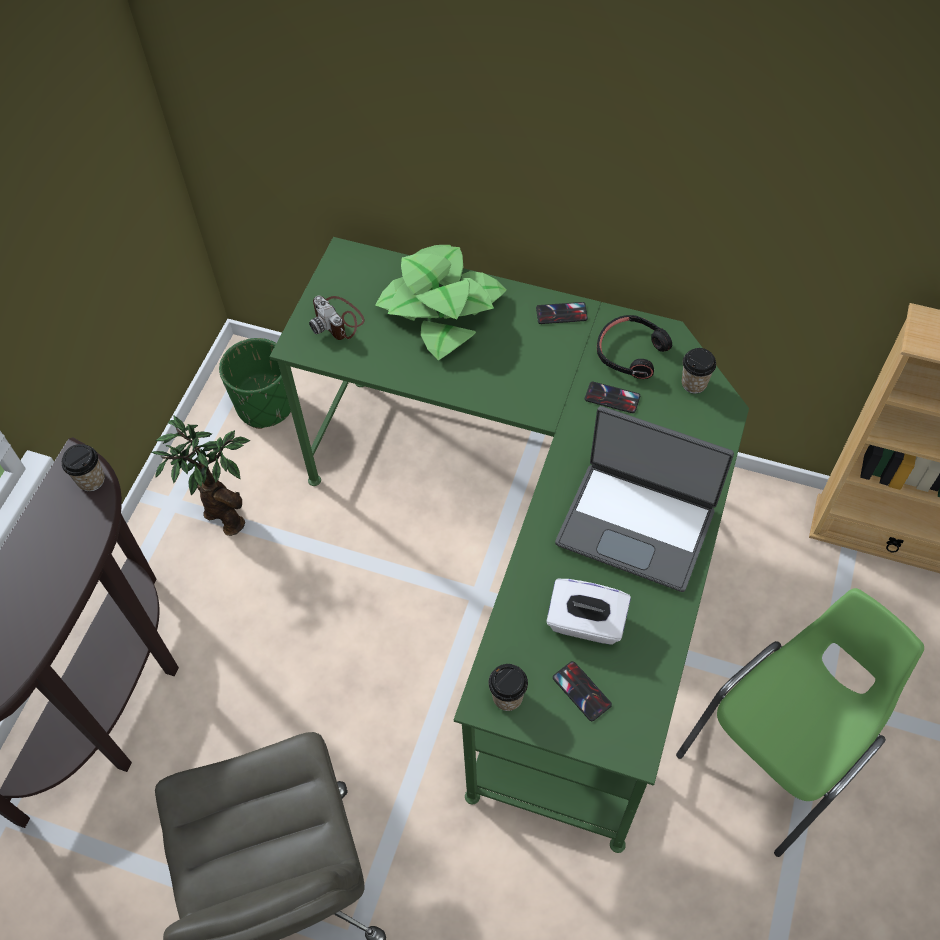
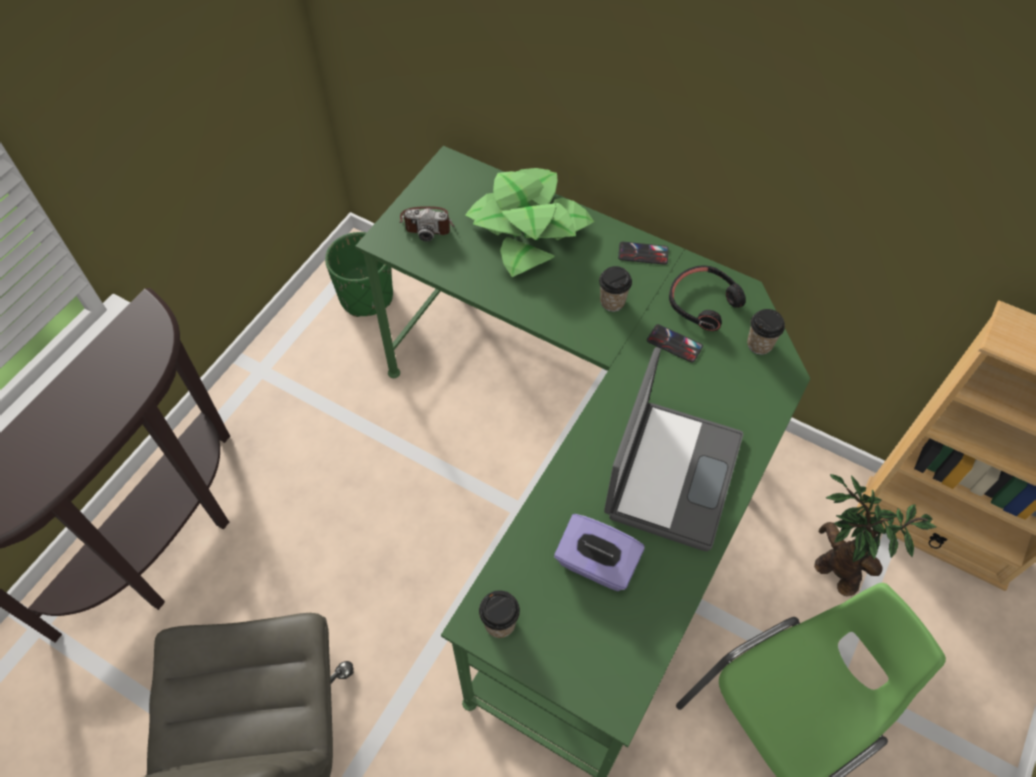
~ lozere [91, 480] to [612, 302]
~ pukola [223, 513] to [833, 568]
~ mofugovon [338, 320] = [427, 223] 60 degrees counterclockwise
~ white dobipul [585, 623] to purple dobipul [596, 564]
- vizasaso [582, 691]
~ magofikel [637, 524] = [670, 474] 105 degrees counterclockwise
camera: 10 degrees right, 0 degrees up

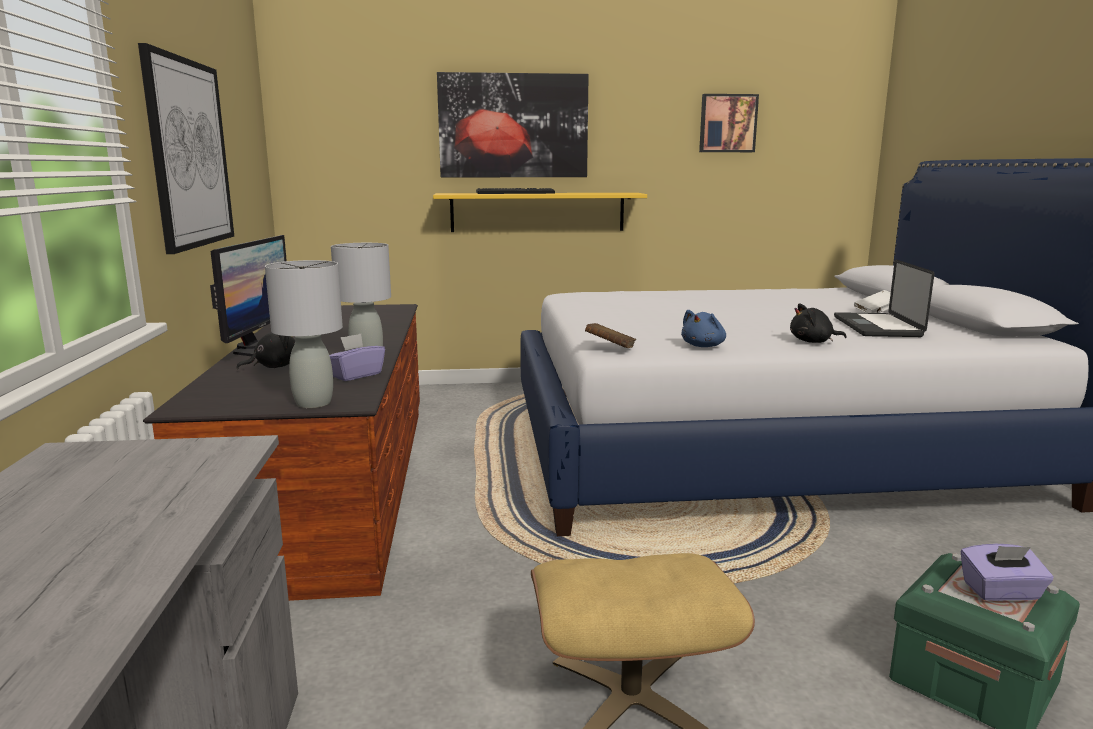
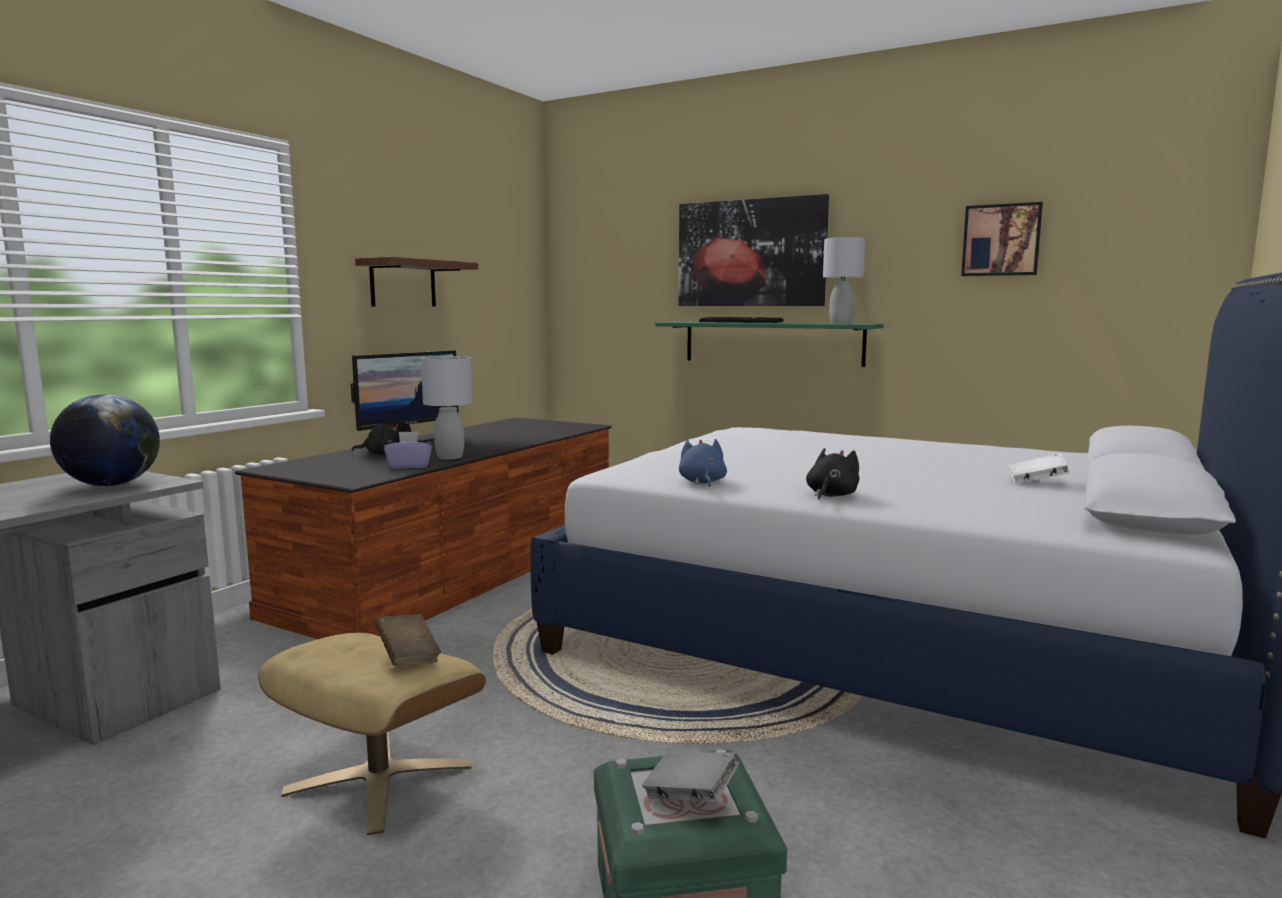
~ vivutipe [189, 154] to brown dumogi [403, 283]
~ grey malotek [314, 403] to [841, 323]
~ yellow dumogi [537, 212] to green dumogi [772, 343]
~ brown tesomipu [610, 348] to [408, 656]
~ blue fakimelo [704, 346] = [702, 482] 105 degrees clockwise
~ black fakimelo [813, 342] = [831, 495] 90 degrees clockwise
- magofikel [877, 327]
~ purple dobipul [1001, 592] to grey tesomipu [690, 796]
+ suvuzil [111, 485]
camera: 35 degrees right, 5 degrees down

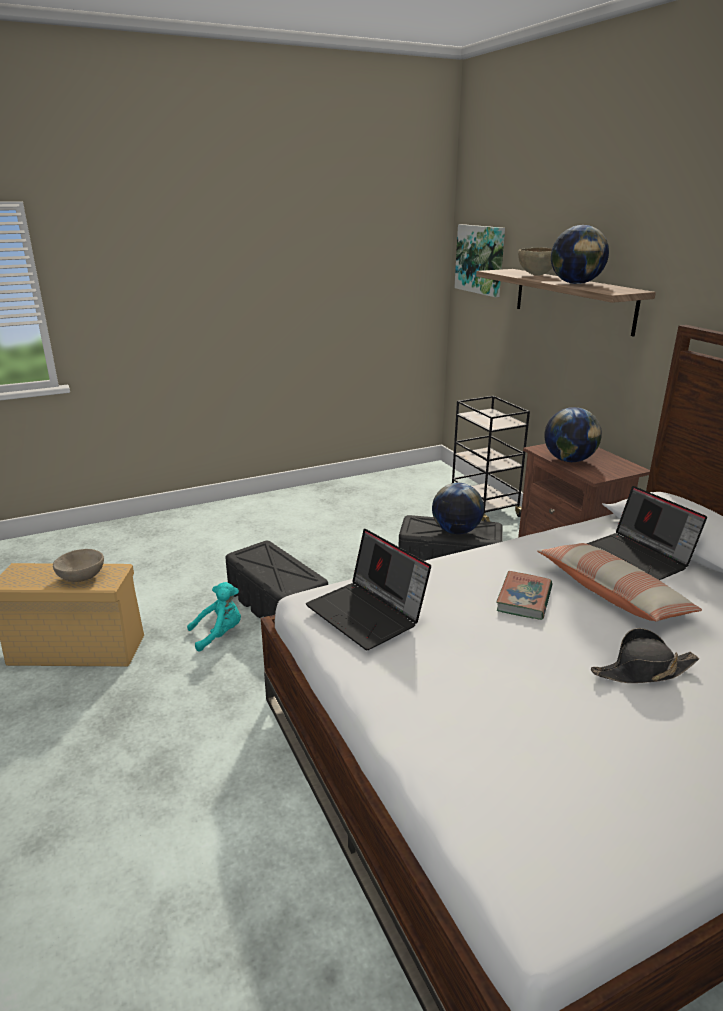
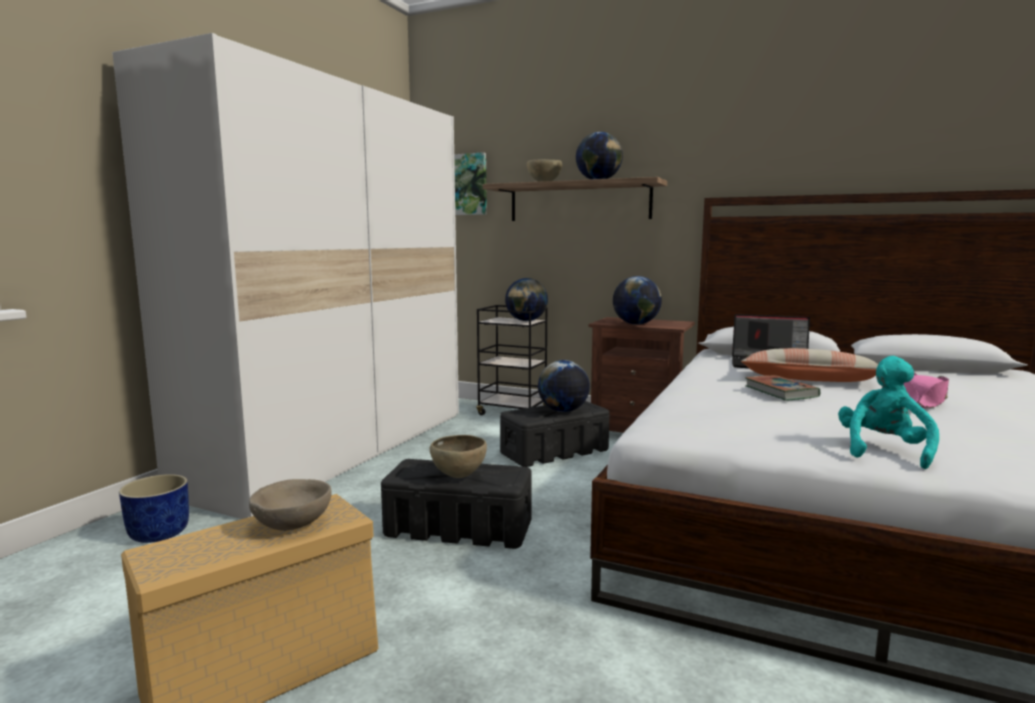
~ turquoise fakimelo [219, 634] to [883, 451]
- magofikel [368, 614]
~ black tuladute [643, 671] to pink tuladute [922, 401]
+ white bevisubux [338, 450]
+ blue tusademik [160, 534]
+ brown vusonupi [459, 476]
+ suvuzil [526, 321]
camera: 40 degrees left, 15 degrees down

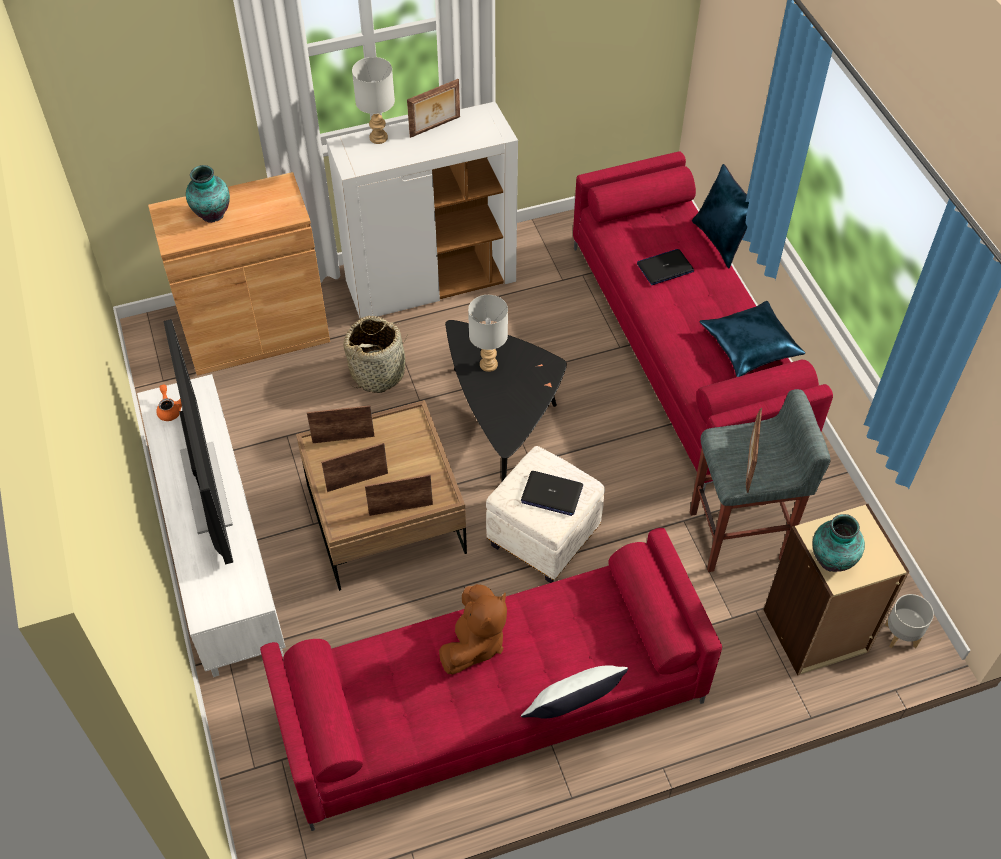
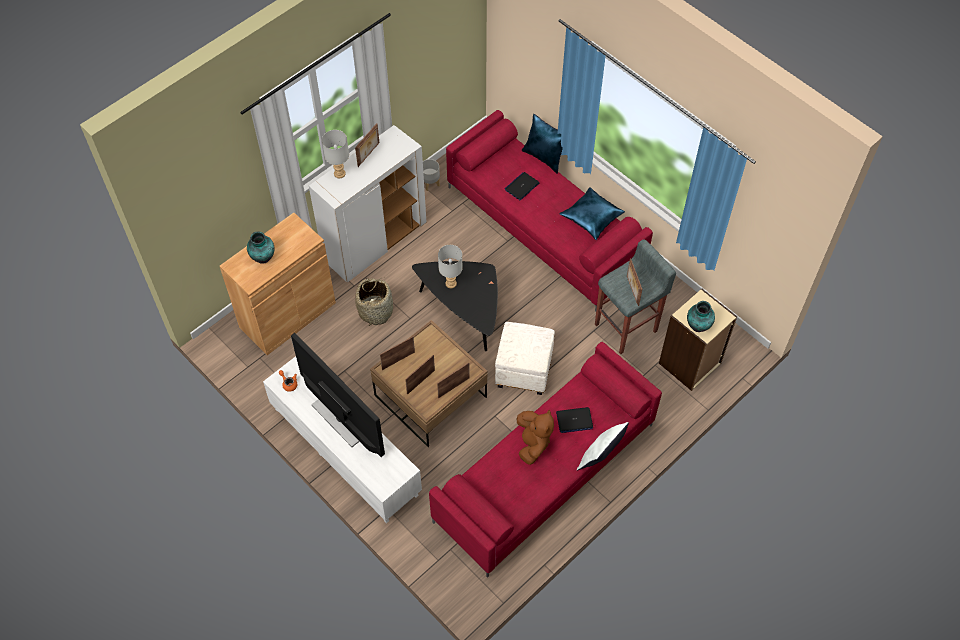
~ magofikel [551, 494] to [574, 420]
~ grey tusademik [901, 635] to [430, 183]
camera: 25 degrees left, 5 degrees up

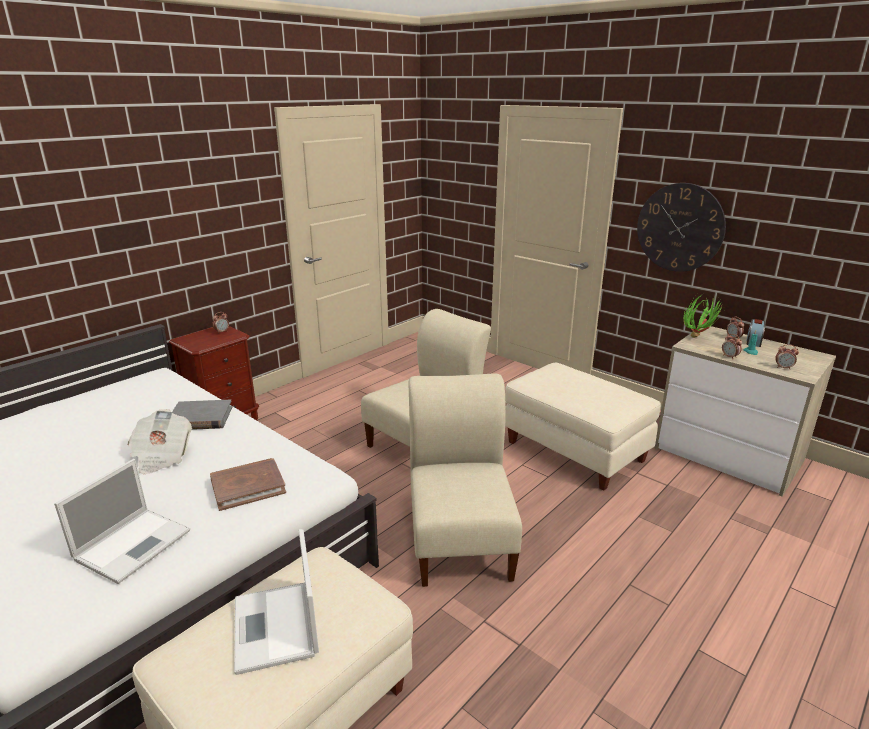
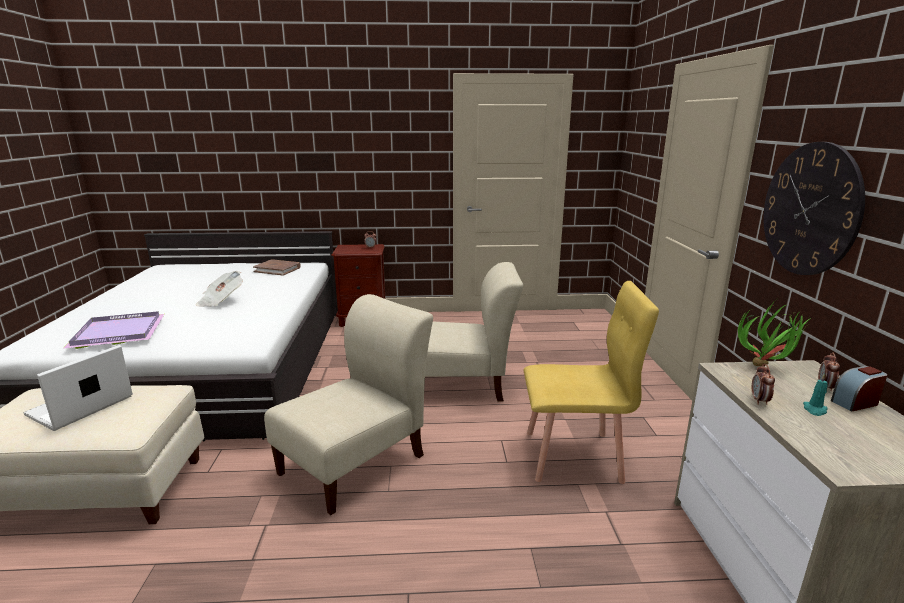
~ magofikel [134, 543] to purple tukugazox [120, 332]
- grey tesomipu [200, 418]
~ brown tesomipu [248, 486] to [277, 269]
~ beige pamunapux [575, 451] to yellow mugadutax [574, 456]
- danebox [783, 368]
camera: 45 degrees right, 5 degrees down

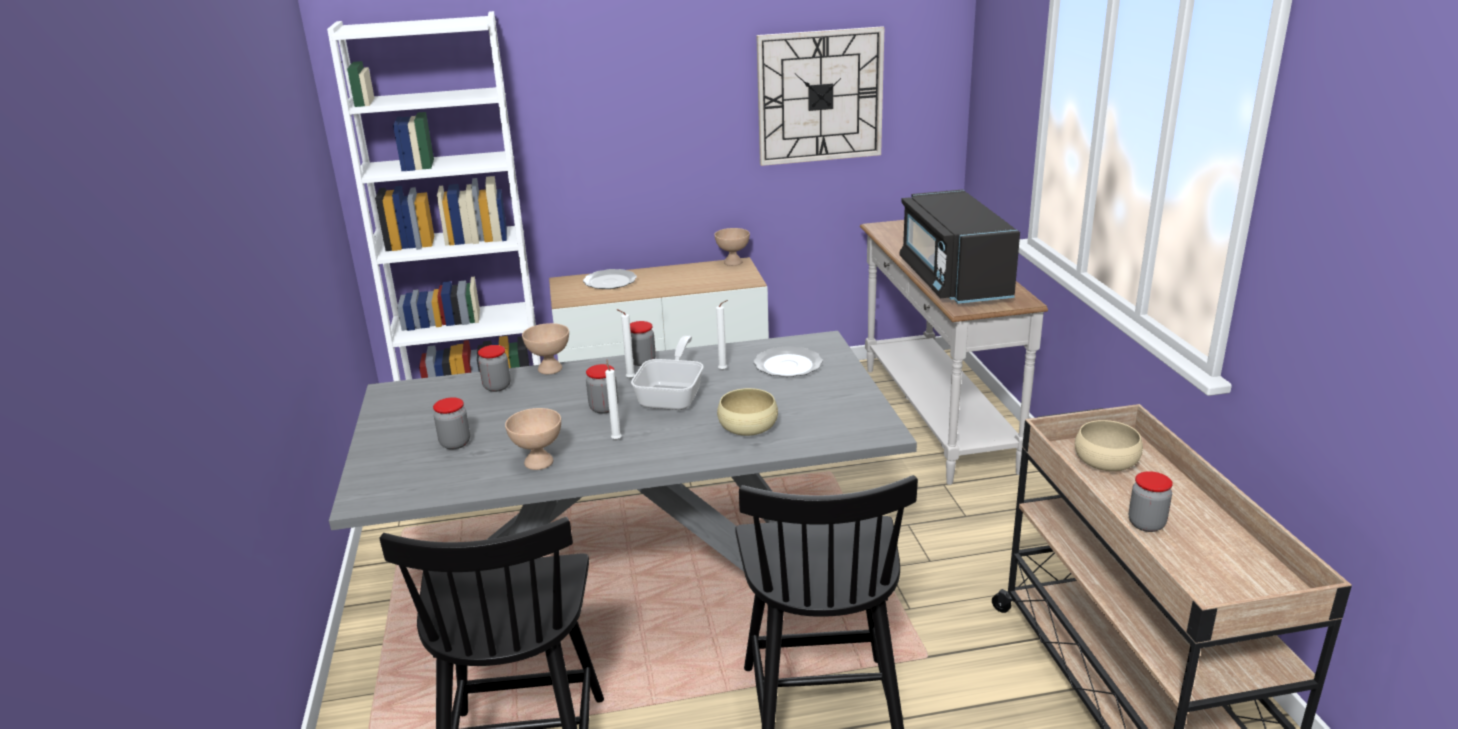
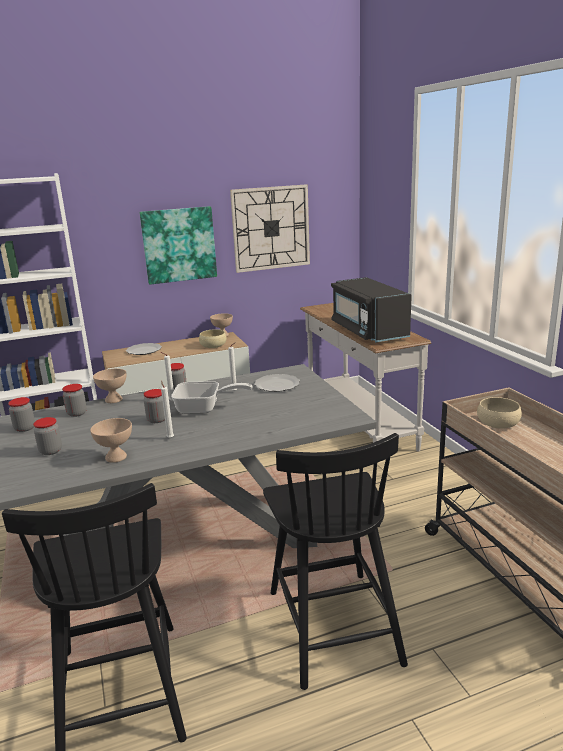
~ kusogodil [673, 395] = [204, 408] 90 degrees clockwise
~ beige vusonupi [747, 427] to [213, 346]
~ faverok [1146, 524] to [25, 428]
+ vivutipe [179, 245]
camera: 10 degrees left, 5 degrees down

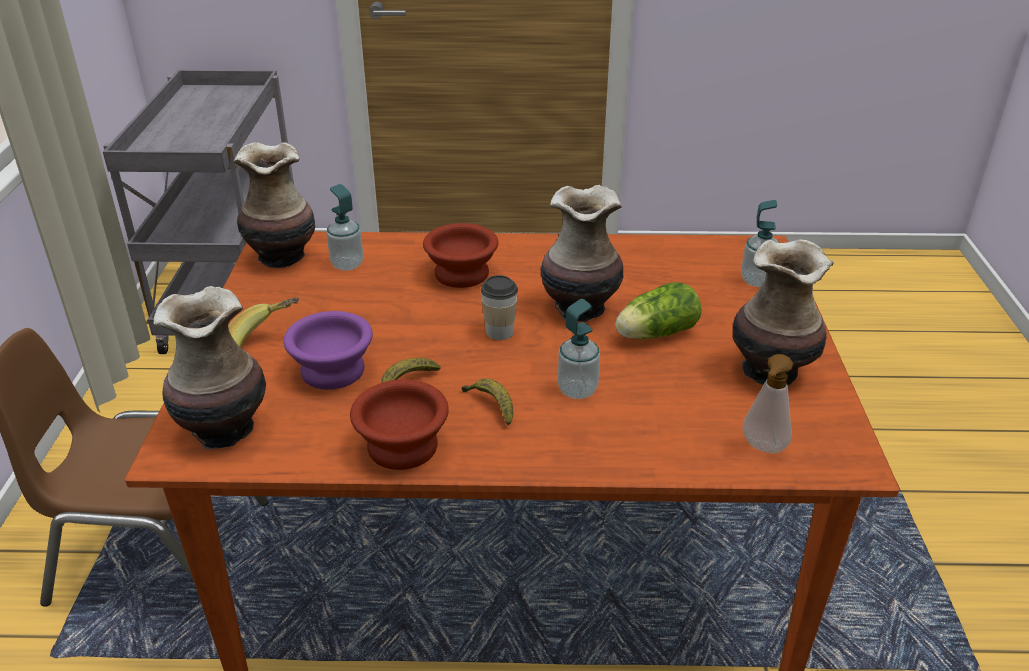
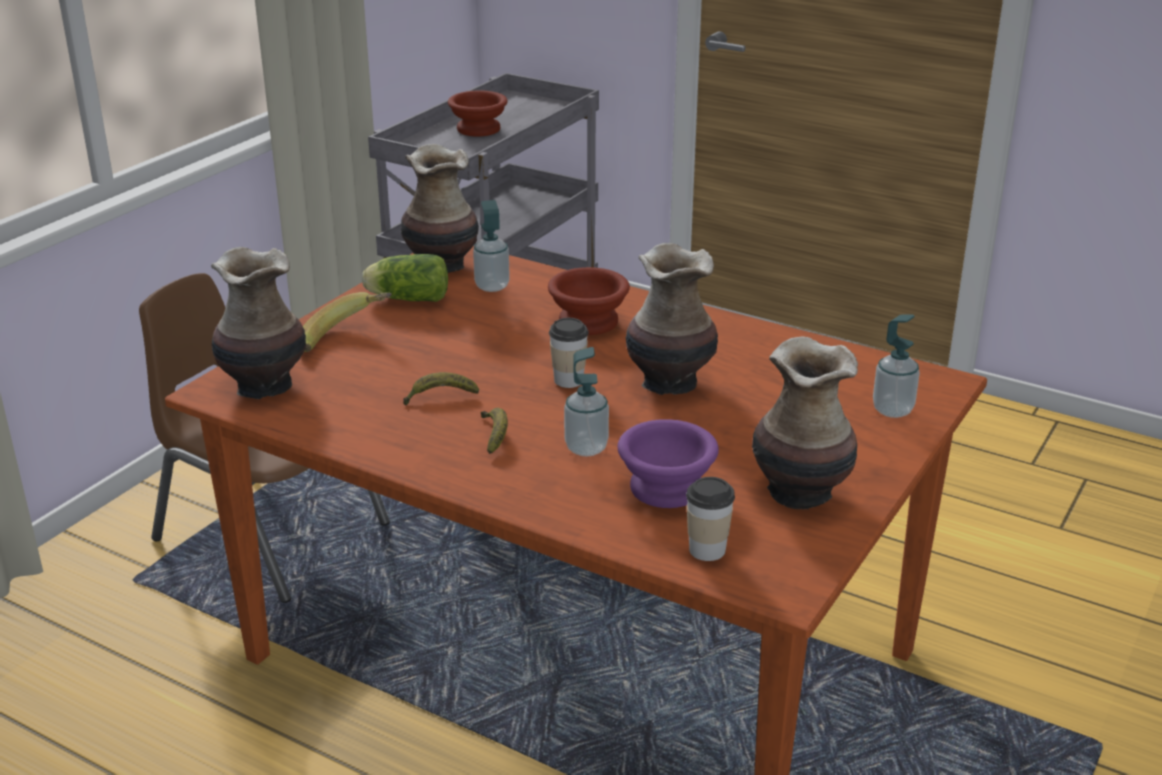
~ purple vusonupi [334, 369] to [668, 487]
~ brown vusonupi [404, 445] to [480, 129]
~ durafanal [654, 334] to [406, 299]
~ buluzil [762, 448] to lozere [707, 550]
camera: 30 degrees right, 5 degrees down

